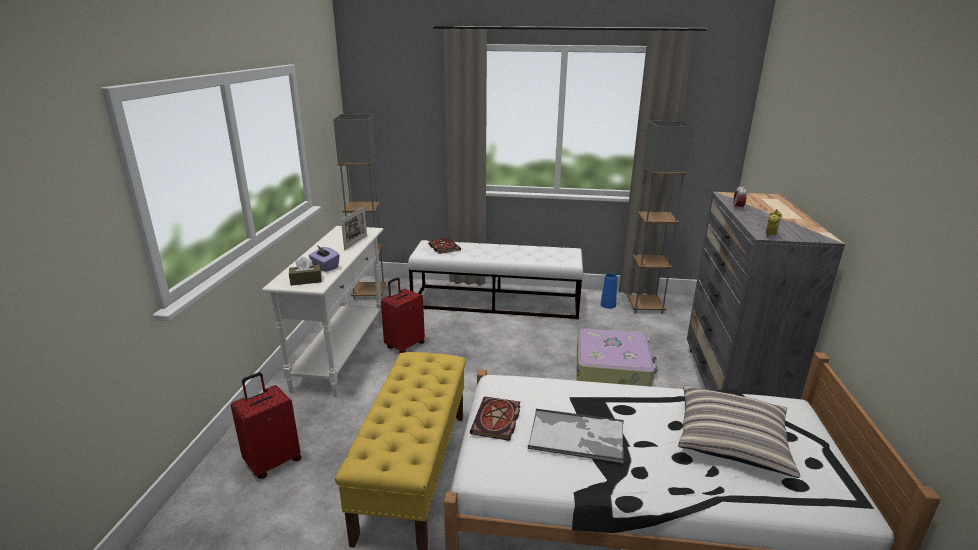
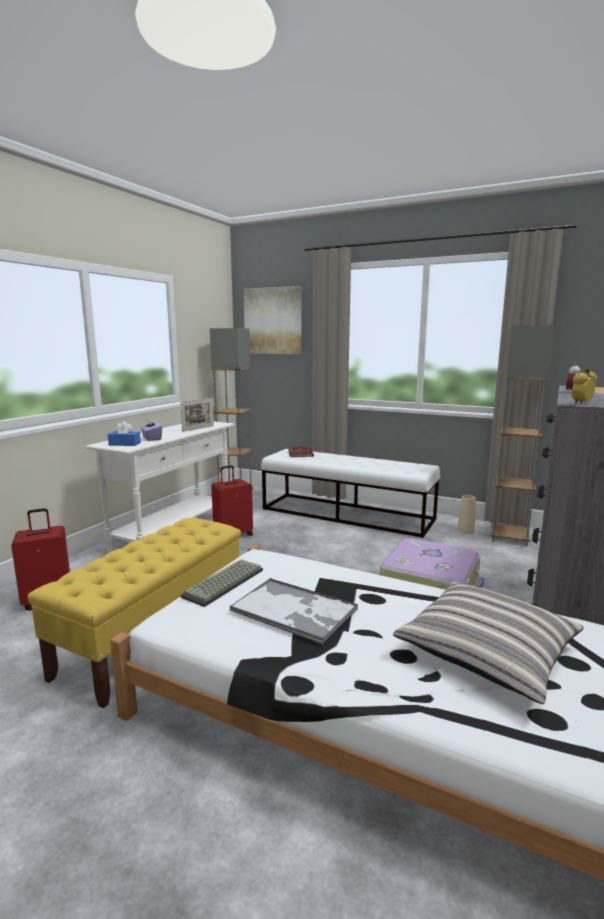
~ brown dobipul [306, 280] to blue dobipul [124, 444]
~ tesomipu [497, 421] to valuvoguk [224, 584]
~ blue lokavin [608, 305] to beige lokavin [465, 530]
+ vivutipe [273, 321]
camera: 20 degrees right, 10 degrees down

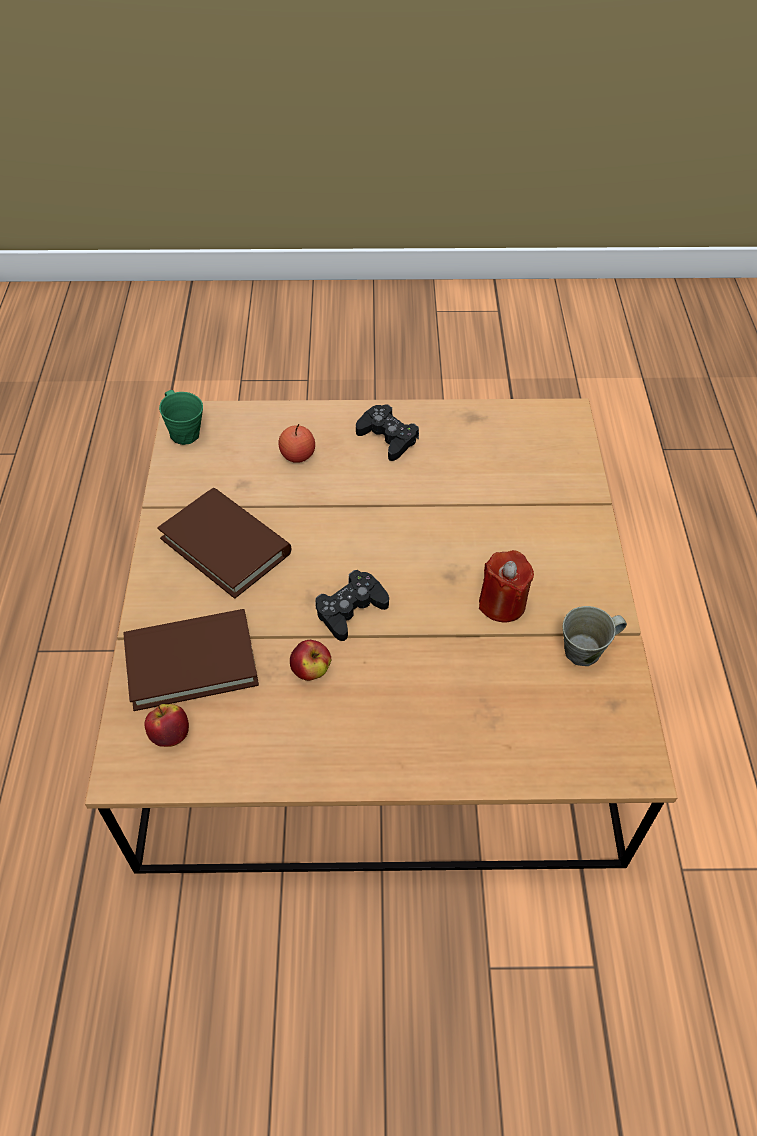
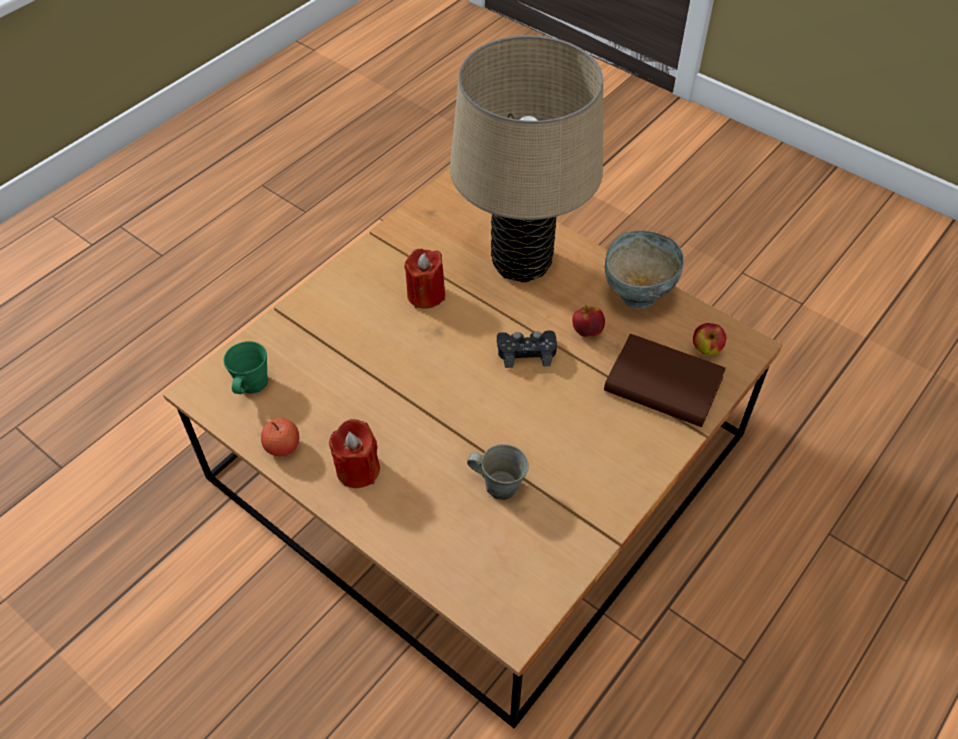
- brown tesomipu [226, 546]
~ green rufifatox [185, 433] to [251, 384]
~ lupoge [297, 455] to [282, 447]
~ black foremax [388, 437] to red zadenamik [358, 469]
~ grey rufifatox [585, 651] to [499, 484]
+ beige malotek [521, 262]
+ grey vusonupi [637, 296]
camera: 140 degrees left, 0 degrees up

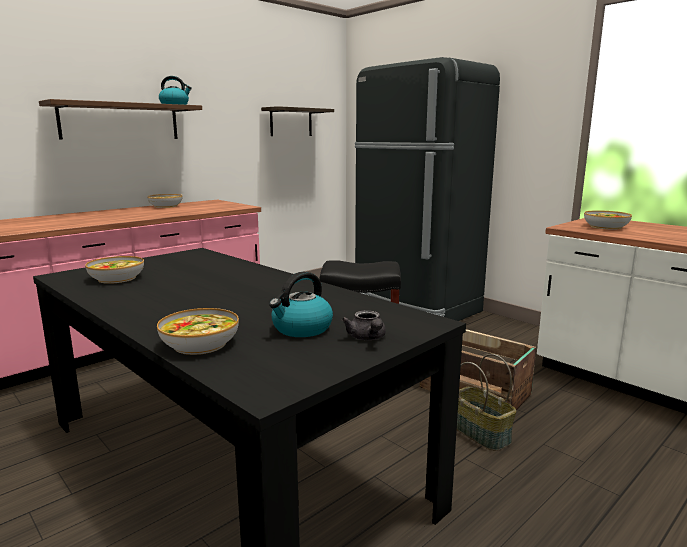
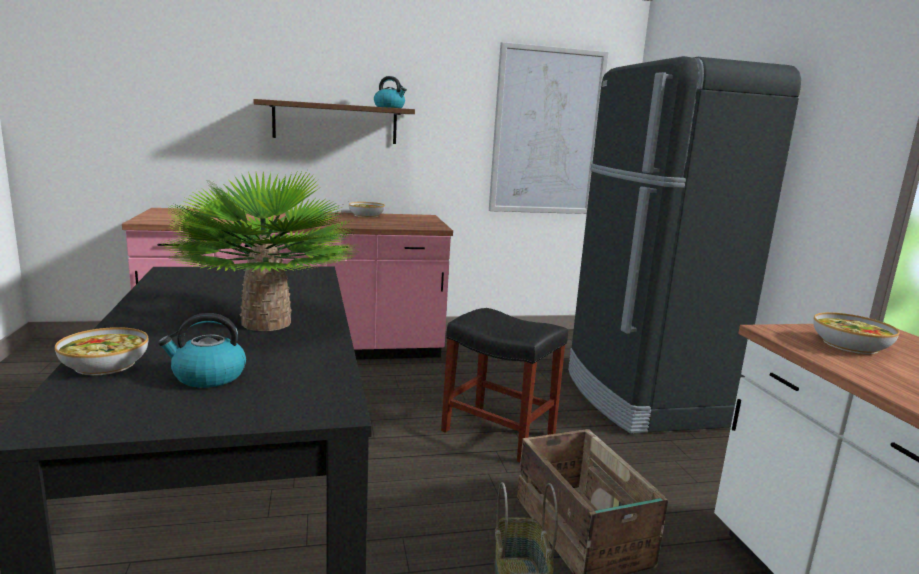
- vusonupi [116, 278]
~ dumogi [291, 122] to vivutipe [546, 132]
- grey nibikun [367, 338]
+ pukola [266, 323]
camera: 30 degrees right, 0 degrees up

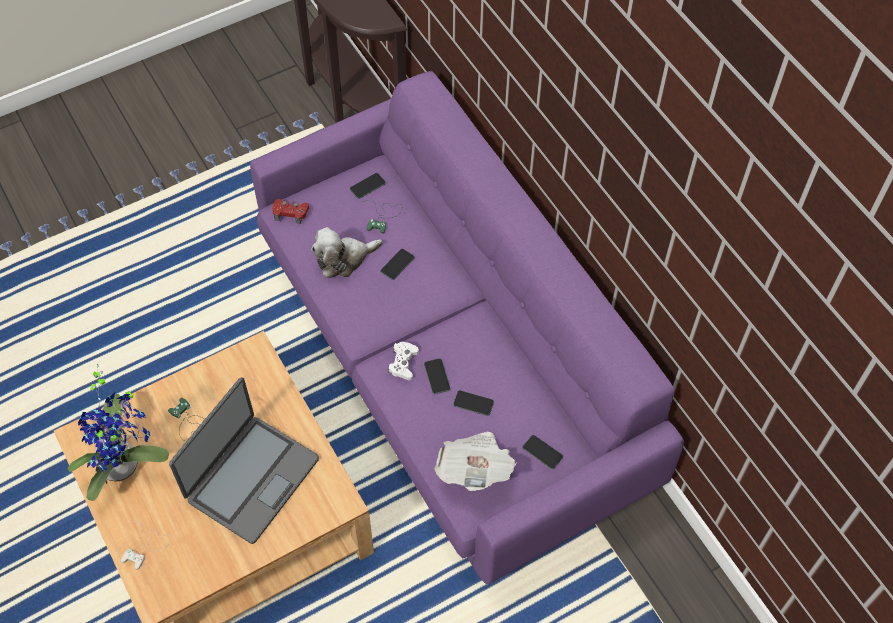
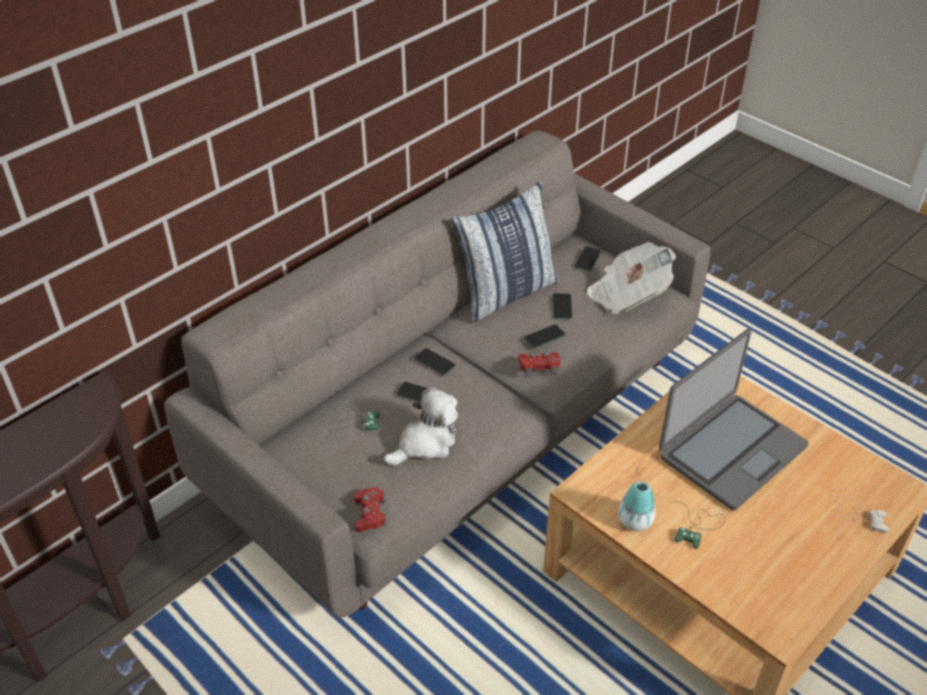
- pukola [125, 465]
~ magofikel [251, 478] = [730, 450] 120 degrees clockwise
~ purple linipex [448, 365] to grey linipex [463, 427]
~ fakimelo [344, 259] = [425, 443] 90 degrees counterclockwise
~ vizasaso [367, 186] to [435, 362]
~ white foremax [403, 363] to red foremax [539, 366]
+ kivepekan [507, 293]
+ lokavin [635, 521]
camera: 105 degrees left, 15 degrees down

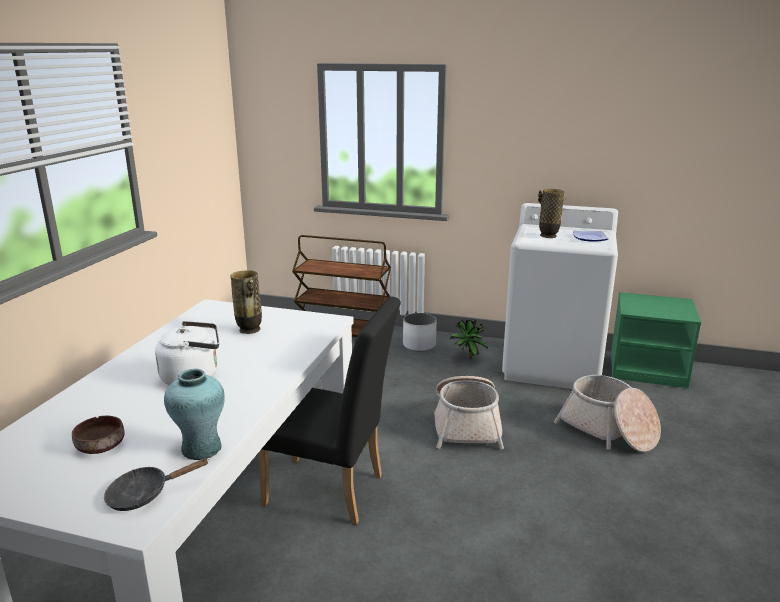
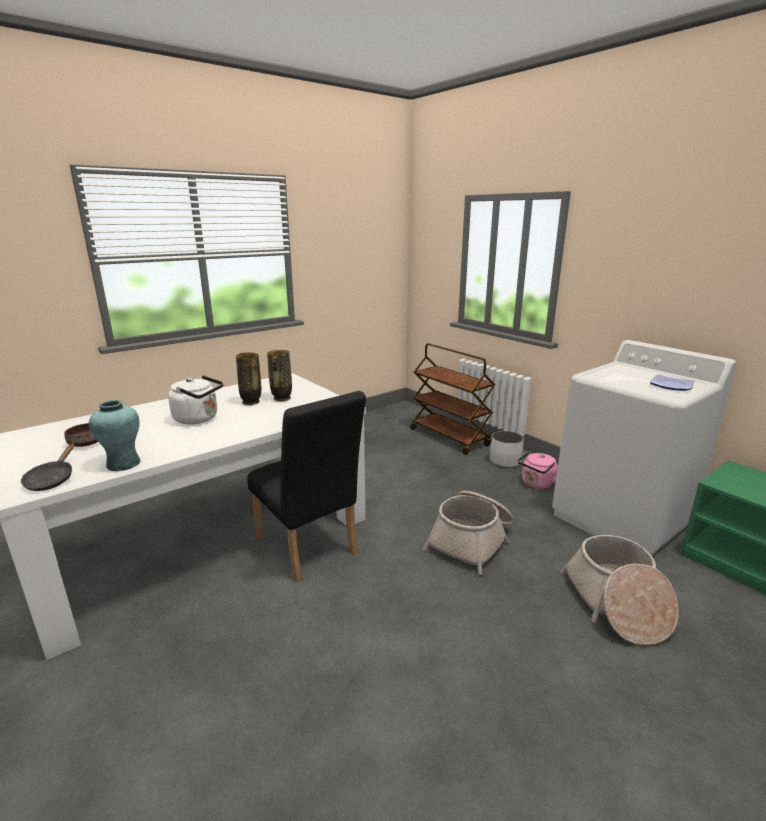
~ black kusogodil [144, 494] = [52, 479] 105 degrees counterclockwise
~ pukola [466, 358] to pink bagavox [537, 484]
~ lokavin [548, 236] to [251, 402]
camera: 35 degrees right, 0 degrees up

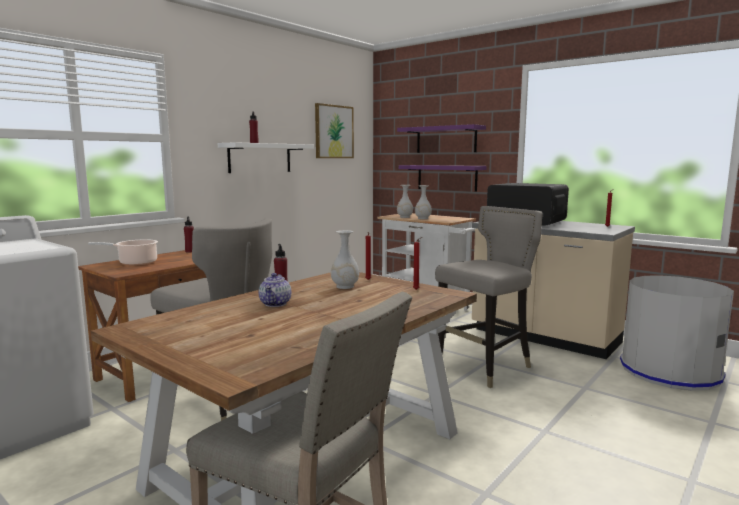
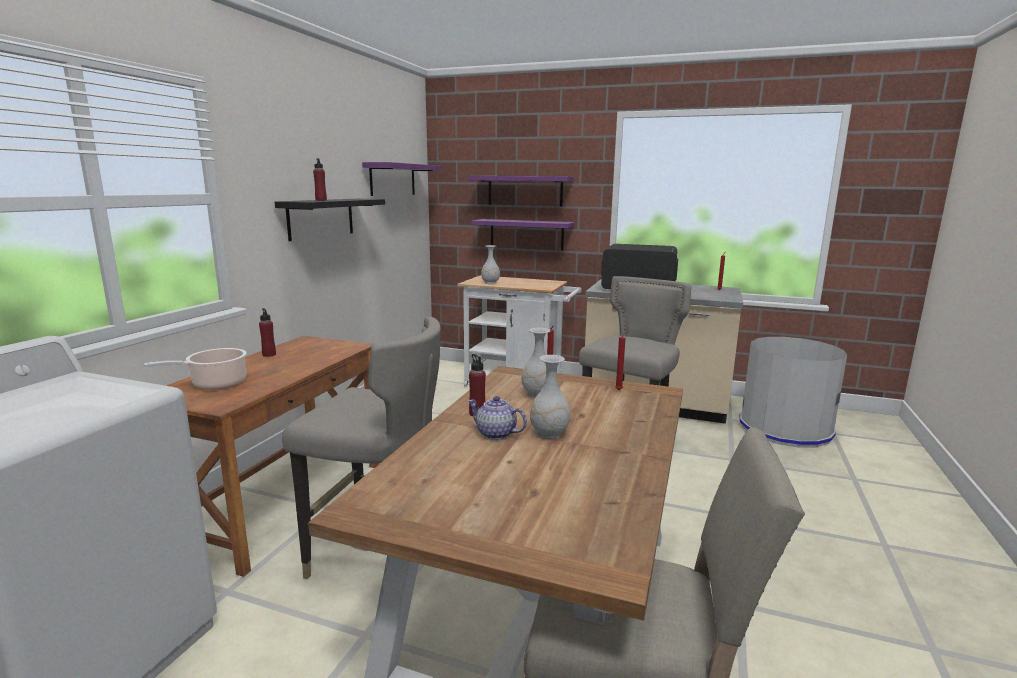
~ white dumogi [260, 158] to black dumogi [321, 218]
~ nibikun [275, 304] = [495, 434] 135 degrees clockwise
~ vivutipe [334, 132] to purple dumogi [392, 179]
~ white lokavin [422, 218] to [549, 433]
camera: 20 degrees left, 5 degrees up

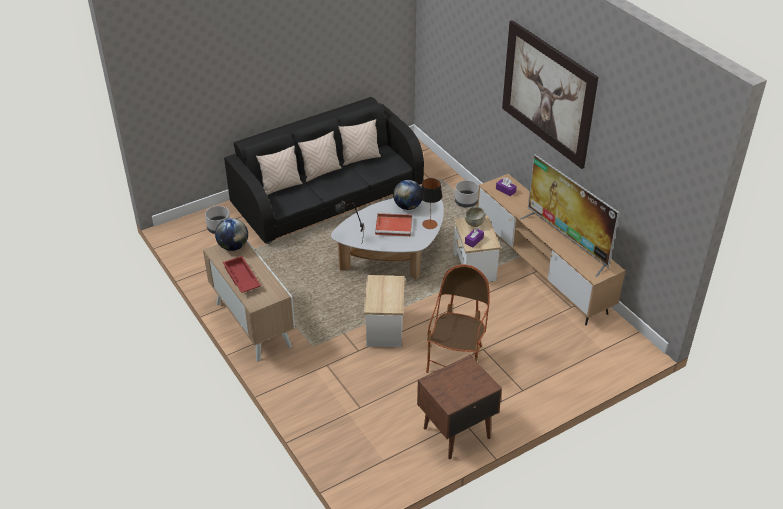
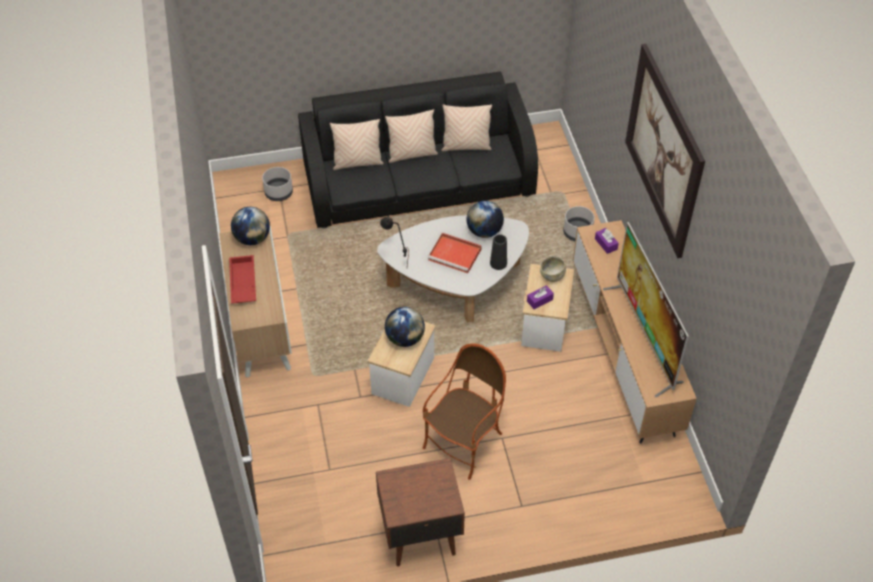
~ malotek [430, 224] to black lokavin [498, 263]
+ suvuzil [405, 338]
camera: 20 degrees right, 10 degrees up

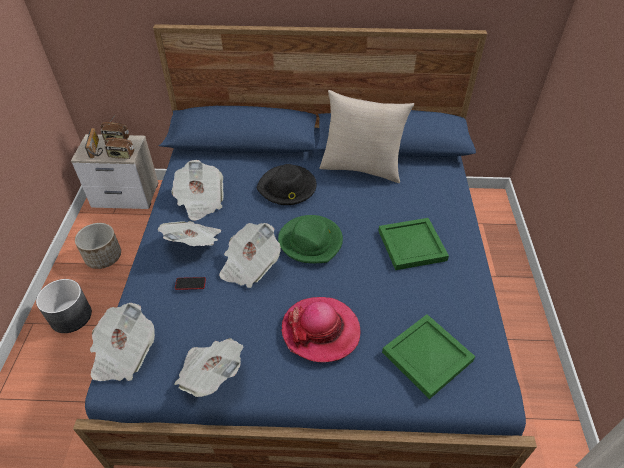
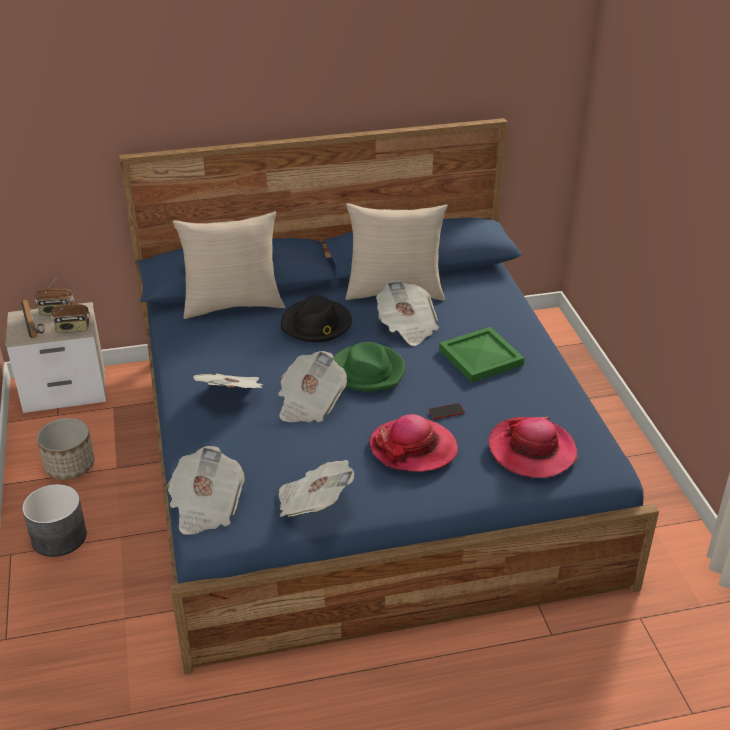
~ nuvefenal [200, 201] to [407, 327]
~ vizasaso [190, 284] to [446, 412]
~ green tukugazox [427, 358] to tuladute [532, 450]
+ beige kivepekan [233, 304]
camera: 15 degrees left, 10 degrees down

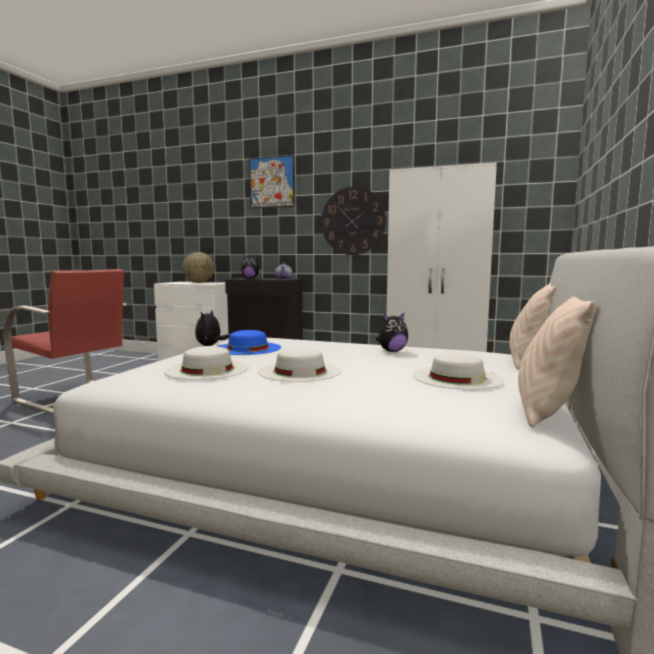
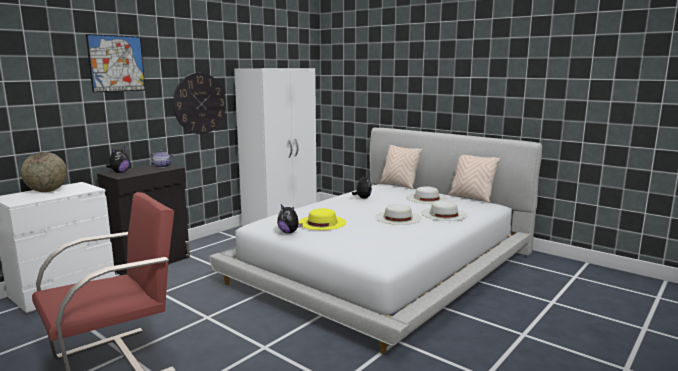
~ white tuladute [207, 369] to [444, 214]
~ blue tuladute [248, 348] to yellow tuladute [322, 222]
camera: 70 degrees left, 5 degrees up

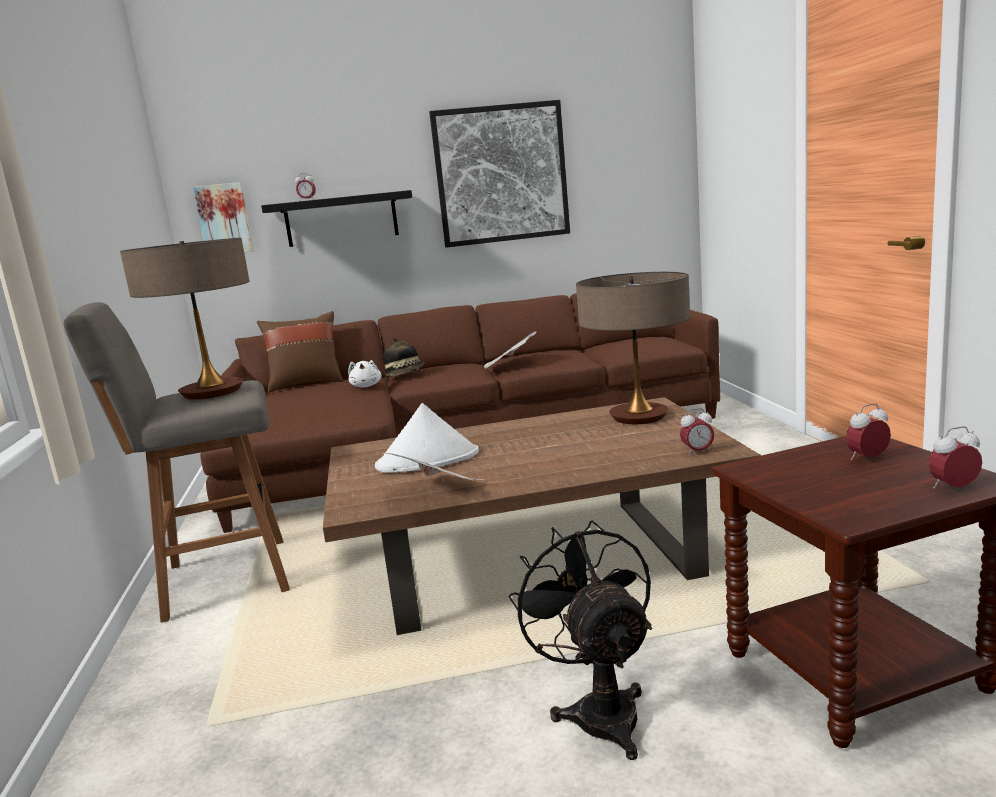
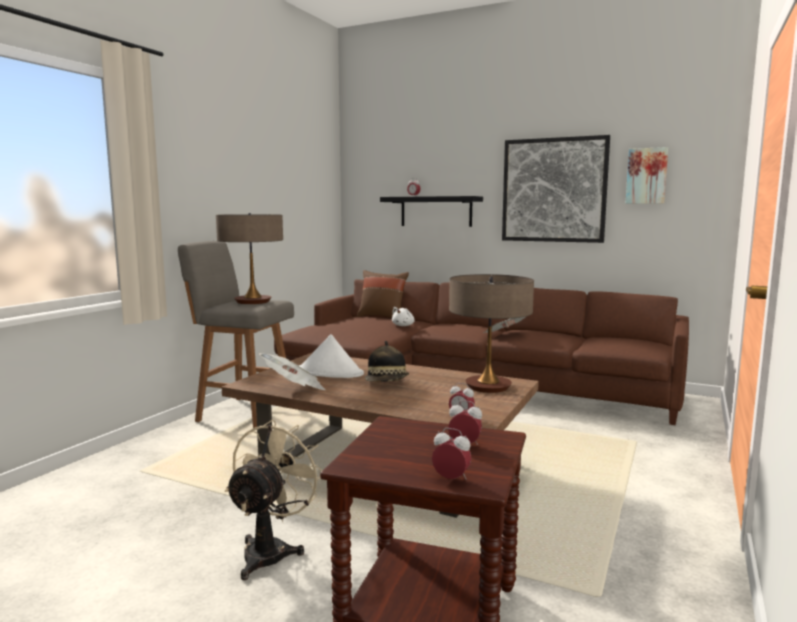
~ vivutipe [224, 219] to [646, 176]
~ tuladute [405, 375] to [387, 383]
~ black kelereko [599, 710] to beige kelereko [271, 550]
camera: 35 degrees right, 5 degrees down

